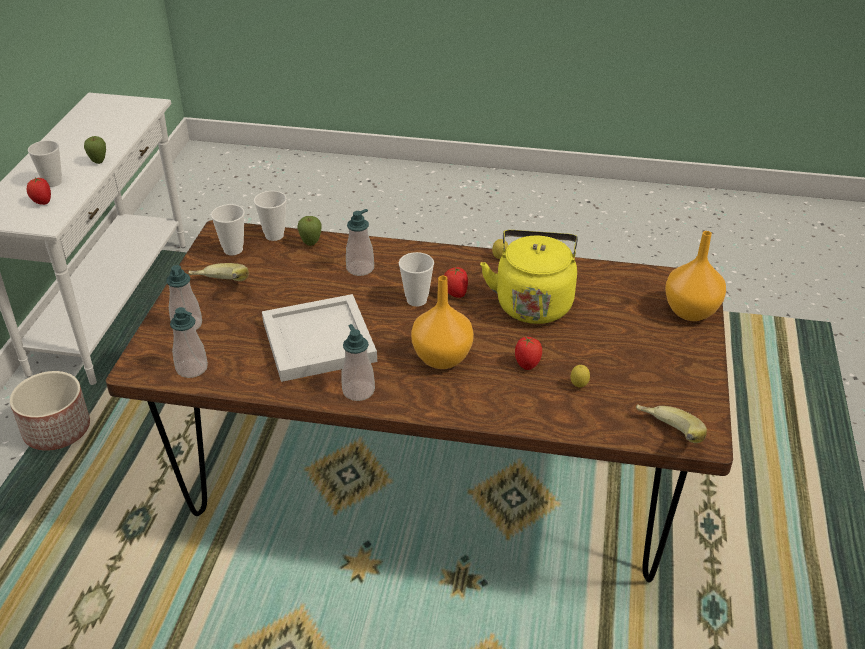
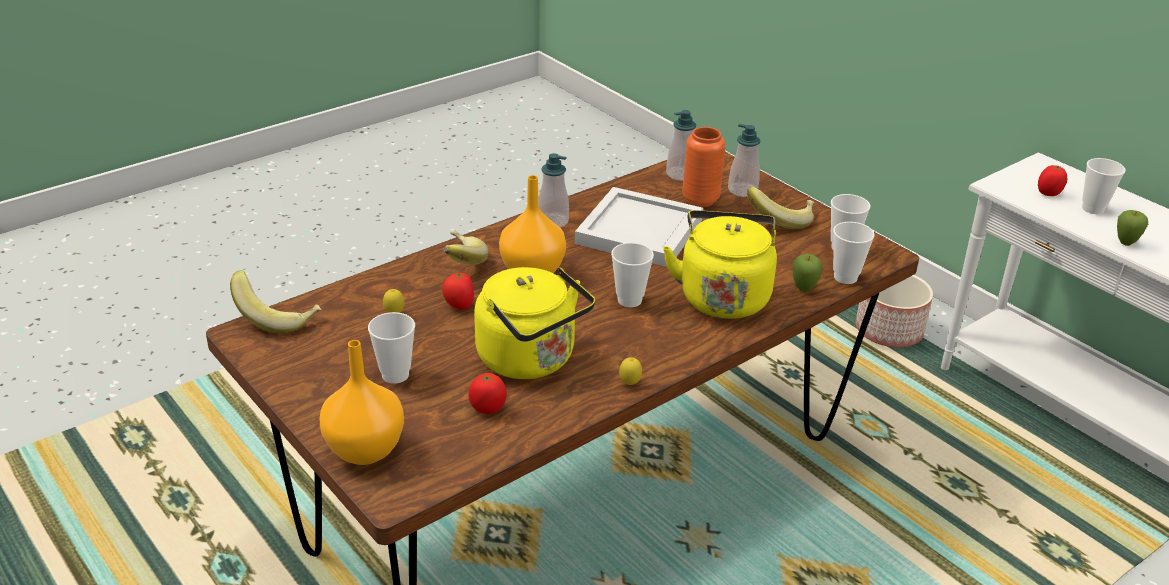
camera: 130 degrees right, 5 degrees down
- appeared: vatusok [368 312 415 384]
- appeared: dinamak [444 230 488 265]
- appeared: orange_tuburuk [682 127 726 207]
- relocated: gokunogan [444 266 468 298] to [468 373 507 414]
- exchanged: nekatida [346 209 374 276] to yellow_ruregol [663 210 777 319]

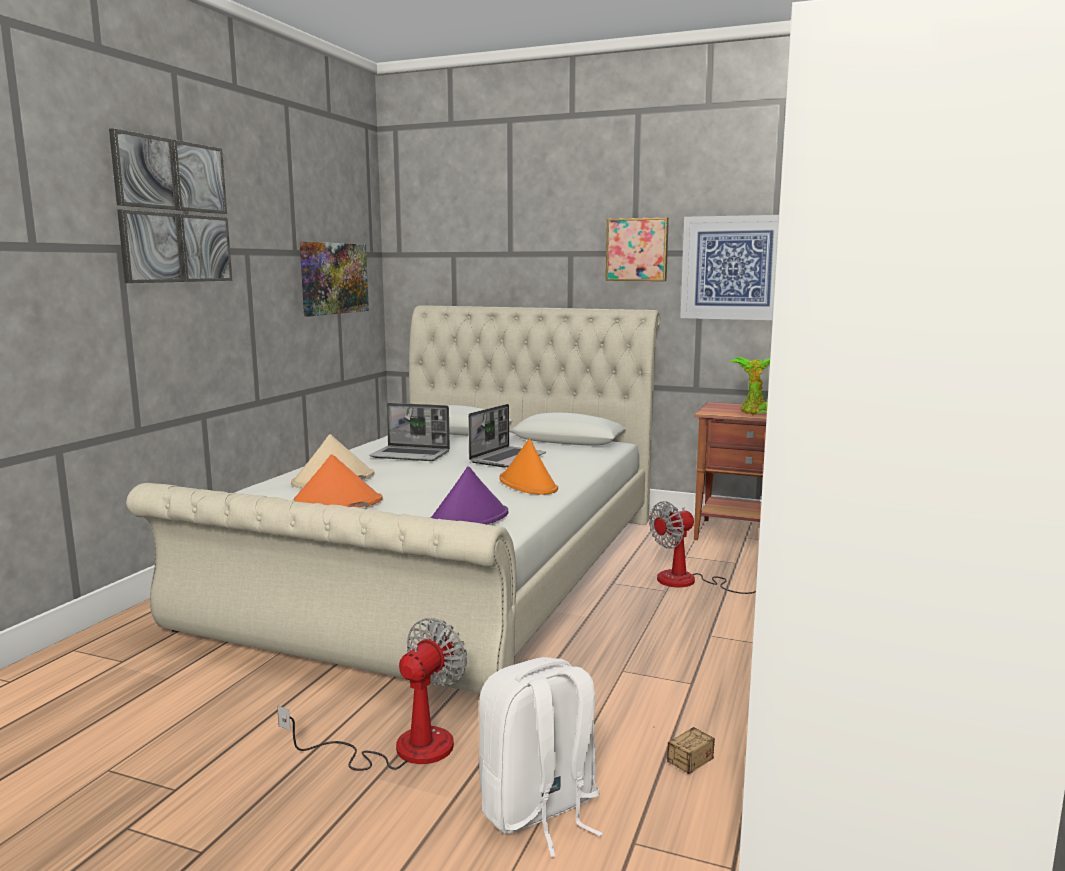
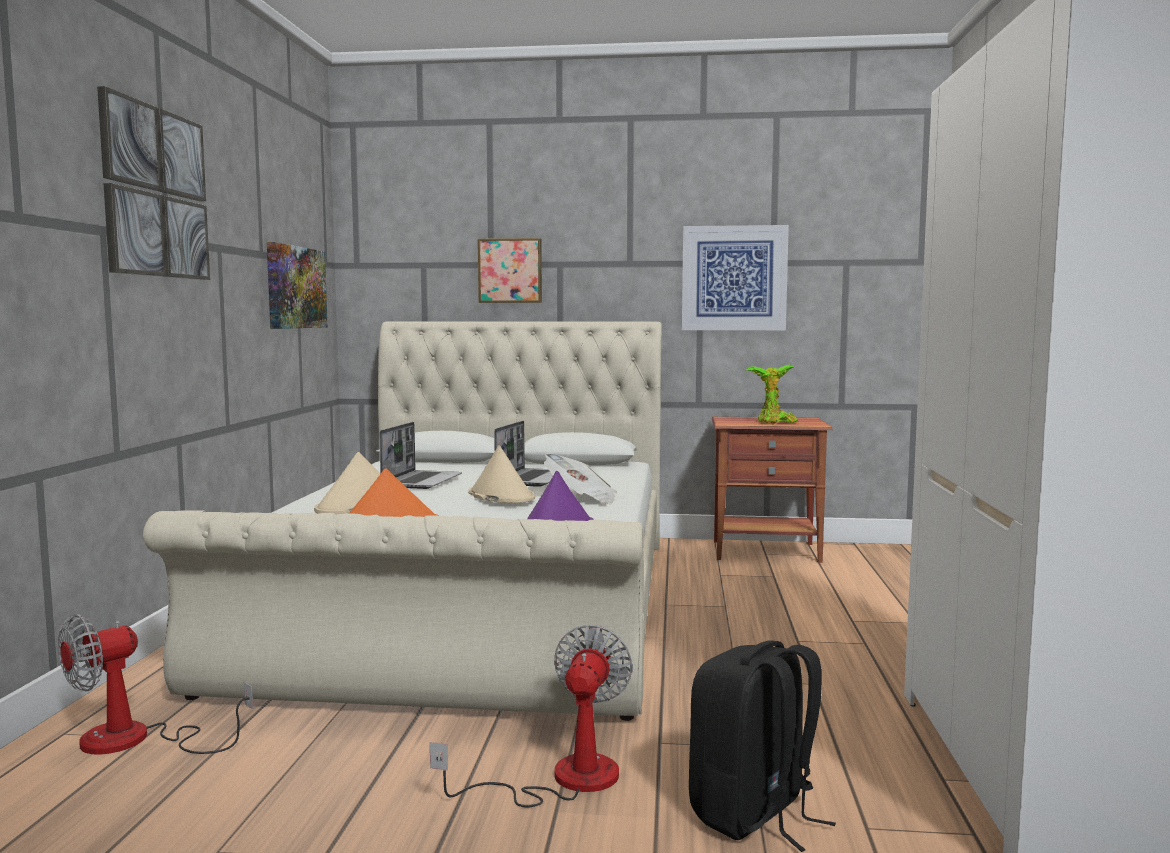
camera: 15 degrees left, 5 degrees down
- missing: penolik [654 727 715 774]
- appeared: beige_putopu [468 445 535 503]
- relocated: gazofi [606 217 669 281] to [478 238 542 303]
- relocated: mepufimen [649 501 756 594] to [58 614 253 755]
- exchanged: orange_putopu [499 438 558 495] to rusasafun [544 453 617 505]
- colour: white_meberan [479 657 603 857] to black_meberan [689 641 836 852]
- spun: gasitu [369 403 450 461] = [379 422 462 489] 75 degrees counterclockwise

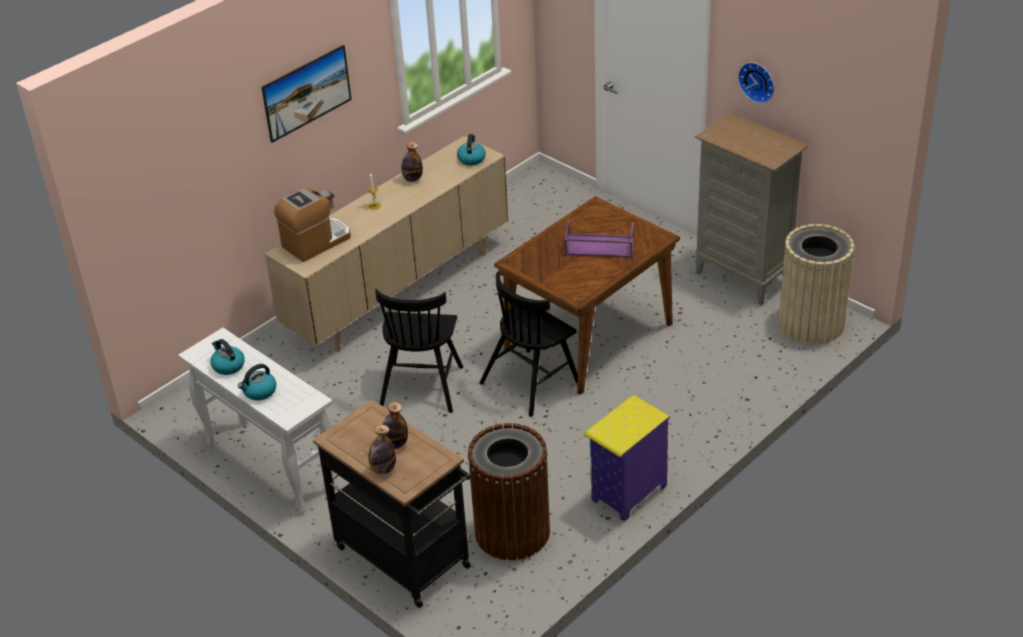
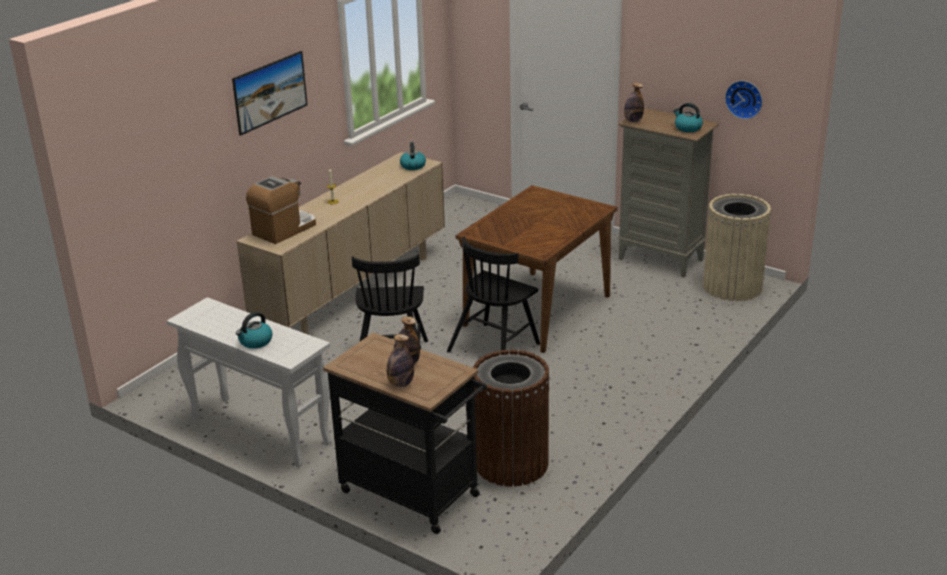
camera: 10 degrees left, 10 degrees down
- missing: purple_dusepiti [564 220 634 257]
- missing: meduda [583 395 670 521]
- relocated: ruregol [210 339 245 375] to [673 103 703 132]
- relocated: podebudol [401 142 423 182] to [624 83 644 122]
- relocated: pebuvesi [738 62 774 103] to [725 81 763 119]

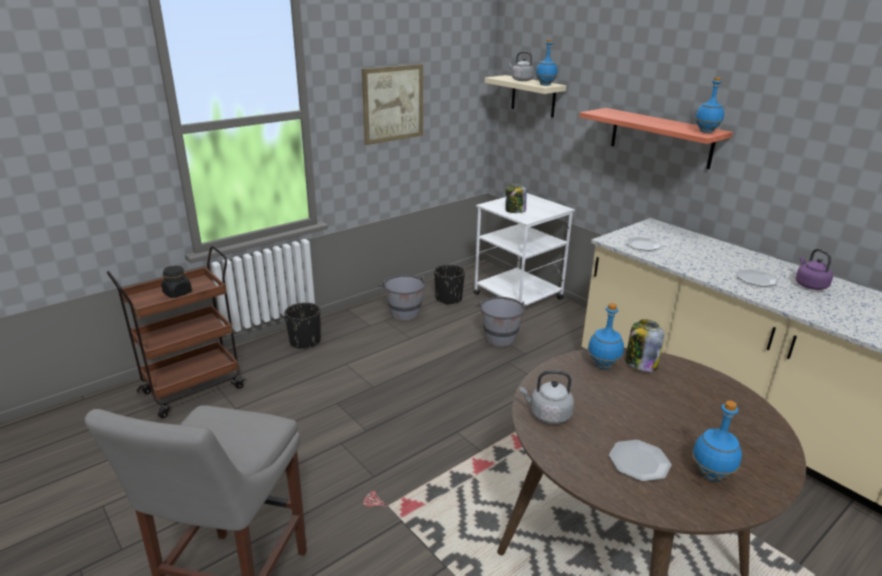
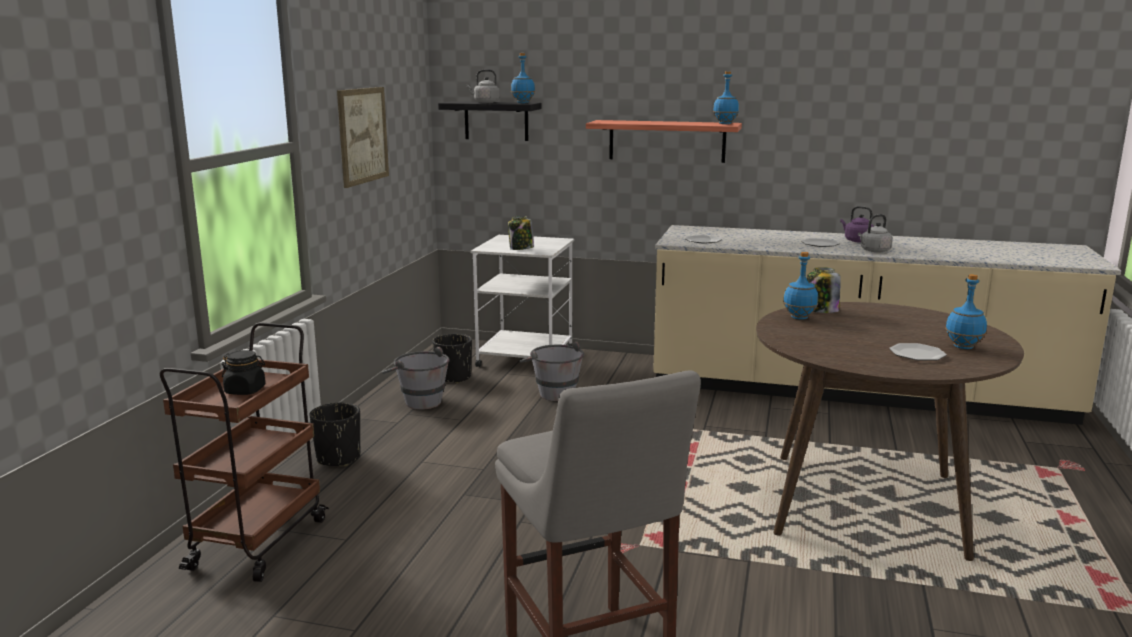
camera: 35 degrees left, 10 degrees down
- relocated: grey_ruregol [520 370 574 424] to [858 214 893 253]
- colour: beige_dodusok [485 75 566 118] to black_dodusok [438 101 541 141]

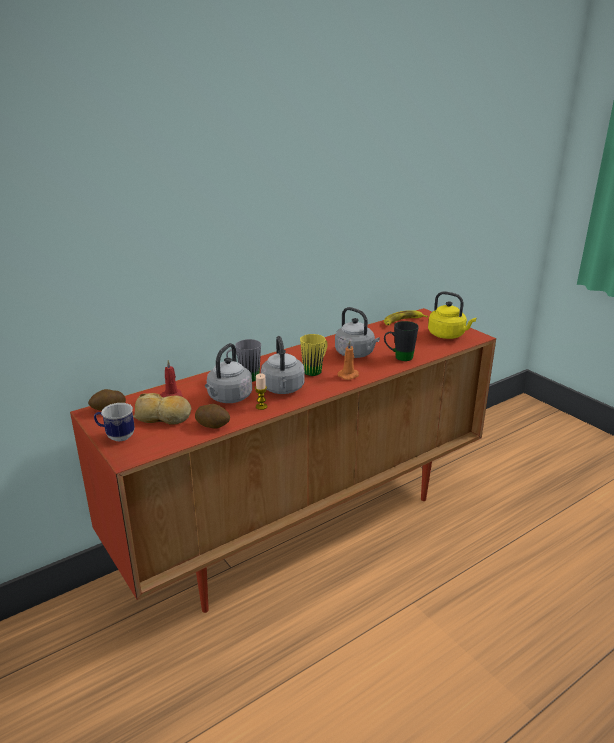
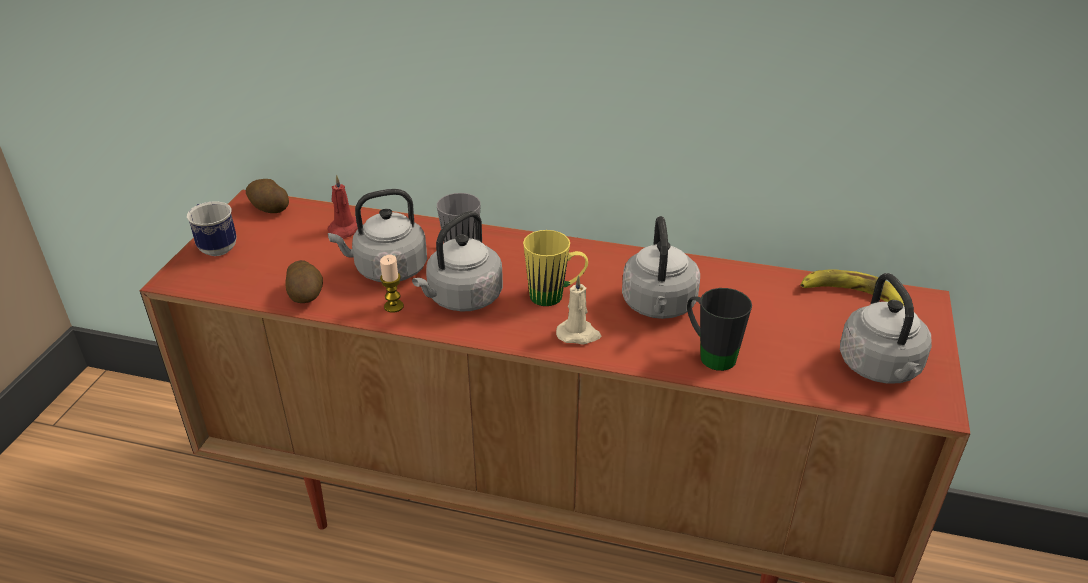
camera: 50 degrees right, 10 degrees up
- missing: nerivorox [133 393 191 425]
- colour: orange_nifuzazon [337 341 359 380] to beige_nifuzazon [556 275 601 344]
- colour: yellow_ruregol [428 291 477 339] to grey_ruregol [840 273 932 384]

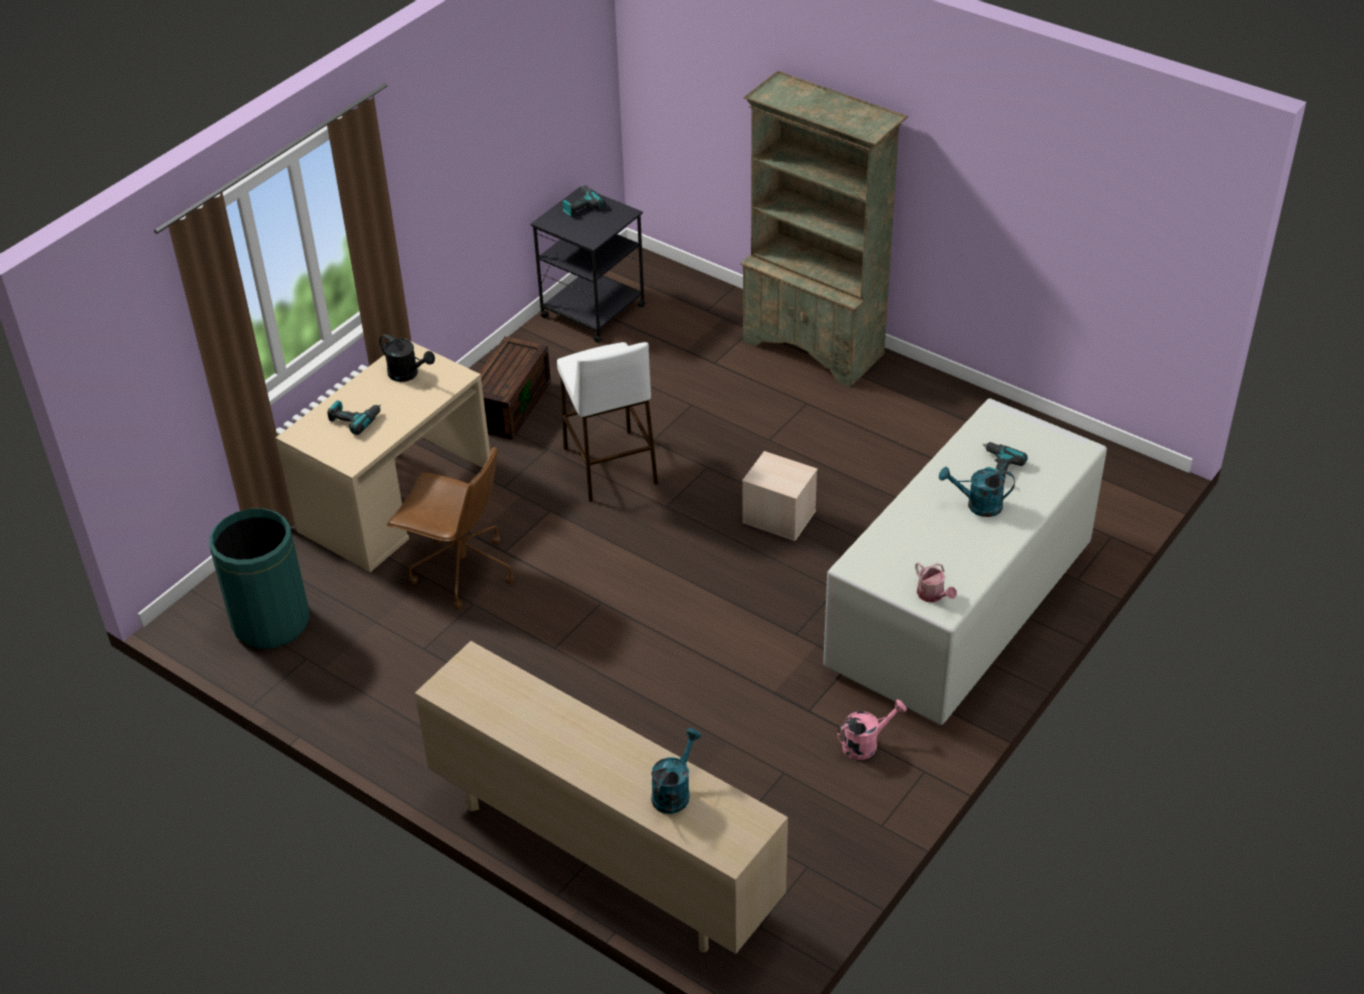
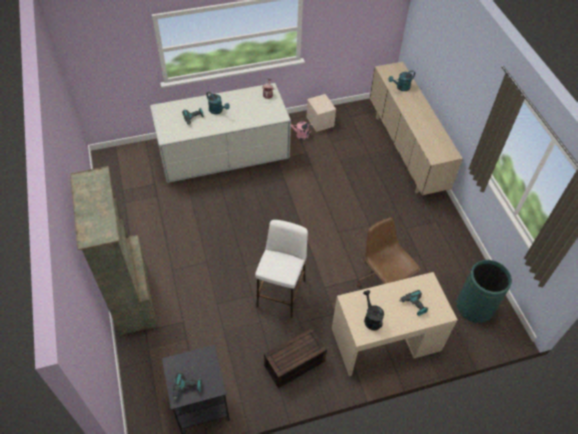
camera: 145 degrees left, 10 degrees up
- relocated: beige_penolik [742 451 818 541] to [306 94 336 132]

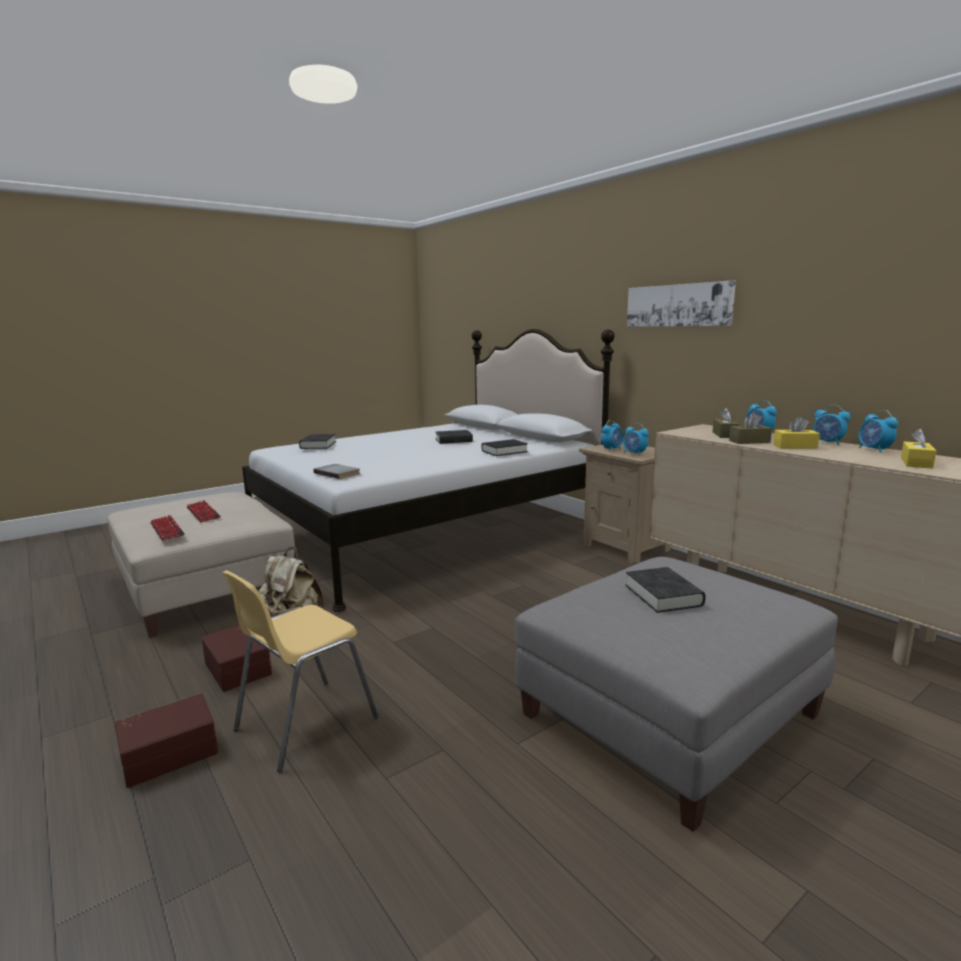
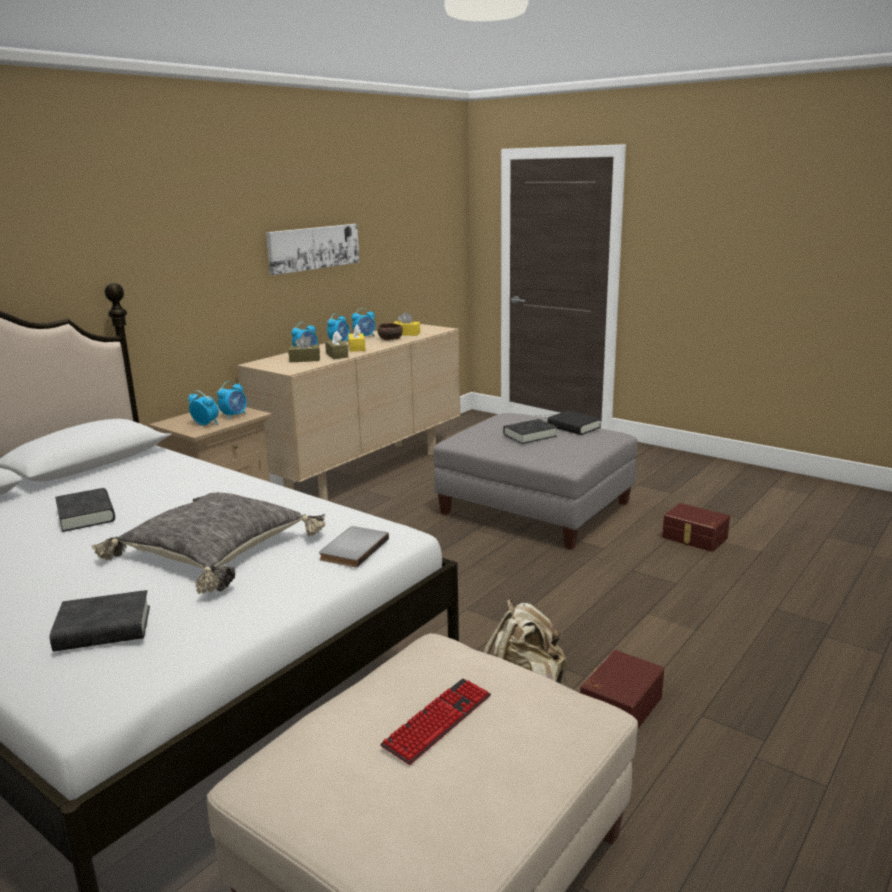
camera: 105 degrees left, 5 degrees up
- missing: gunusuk [150 515 185 541]
- missing: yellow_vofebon [222 570 378 772]
- appeared: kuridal [92 492 326 594]
- appeared: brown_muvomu [377 323 403 340]
- relocated: brown_penolik [115 693 218 788] to [662 503 730 552]
- relocated: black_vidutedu [482 439 528 456] to [547 411 600 435]
- relocated: gazofi [627 281 736 327] to [266 224 359 275]

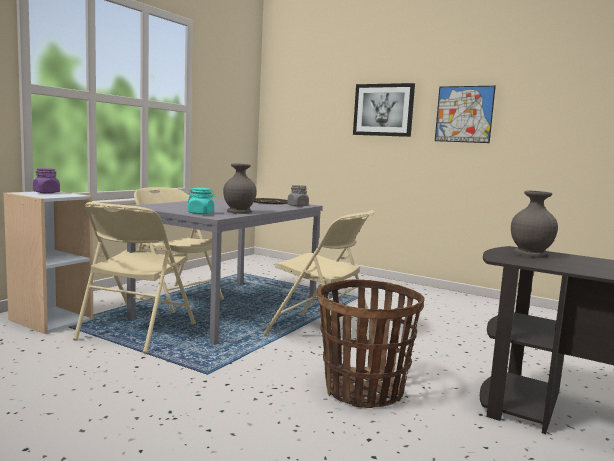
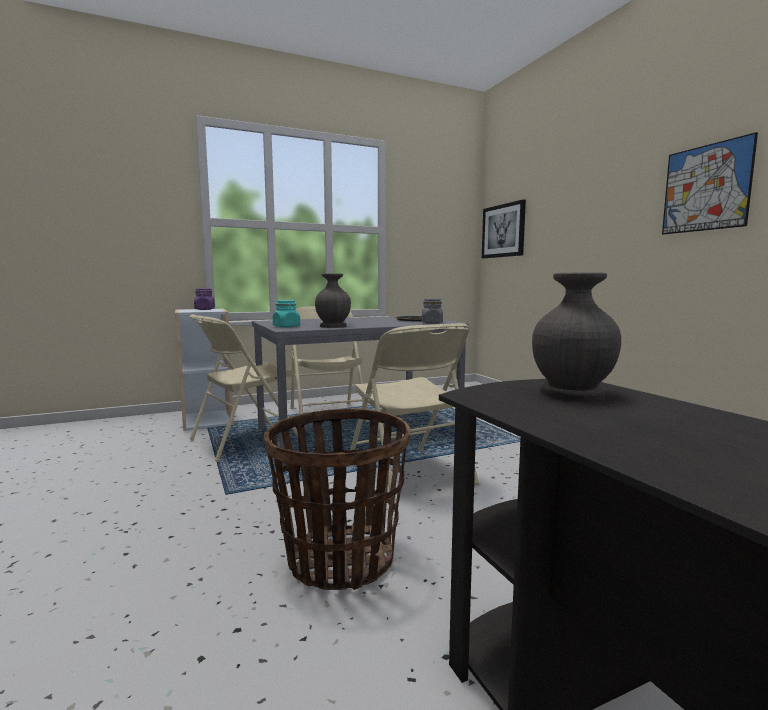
camera: 35 degrees right, 0 degrees up
- relocated: gazofi [353 83 415 137] to [482 199 526 258]

